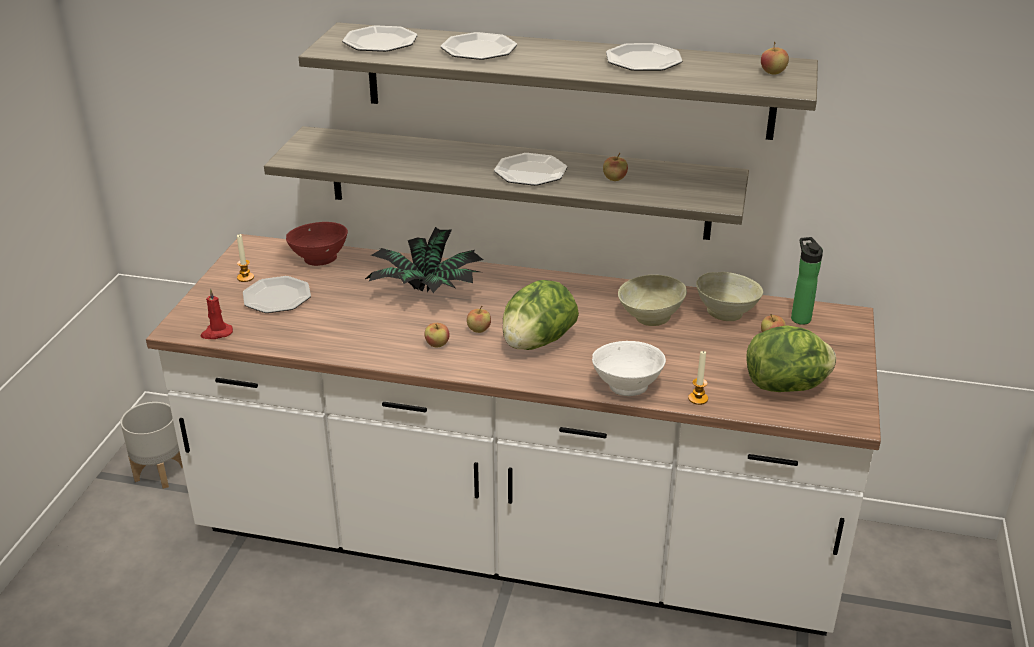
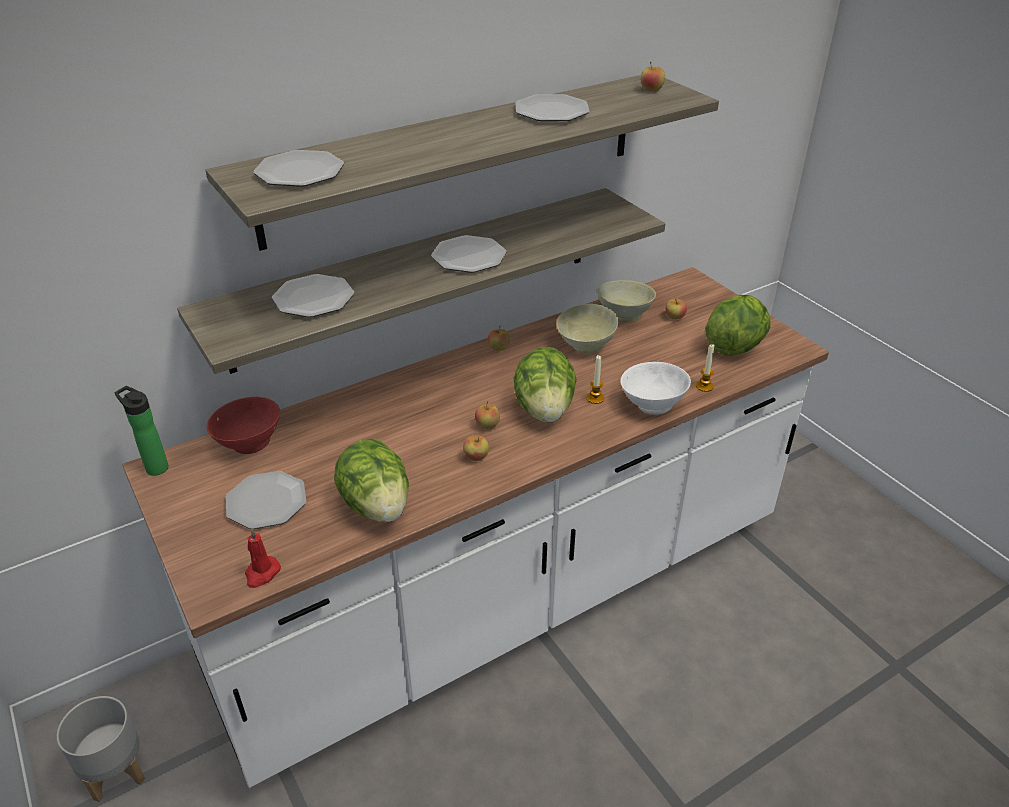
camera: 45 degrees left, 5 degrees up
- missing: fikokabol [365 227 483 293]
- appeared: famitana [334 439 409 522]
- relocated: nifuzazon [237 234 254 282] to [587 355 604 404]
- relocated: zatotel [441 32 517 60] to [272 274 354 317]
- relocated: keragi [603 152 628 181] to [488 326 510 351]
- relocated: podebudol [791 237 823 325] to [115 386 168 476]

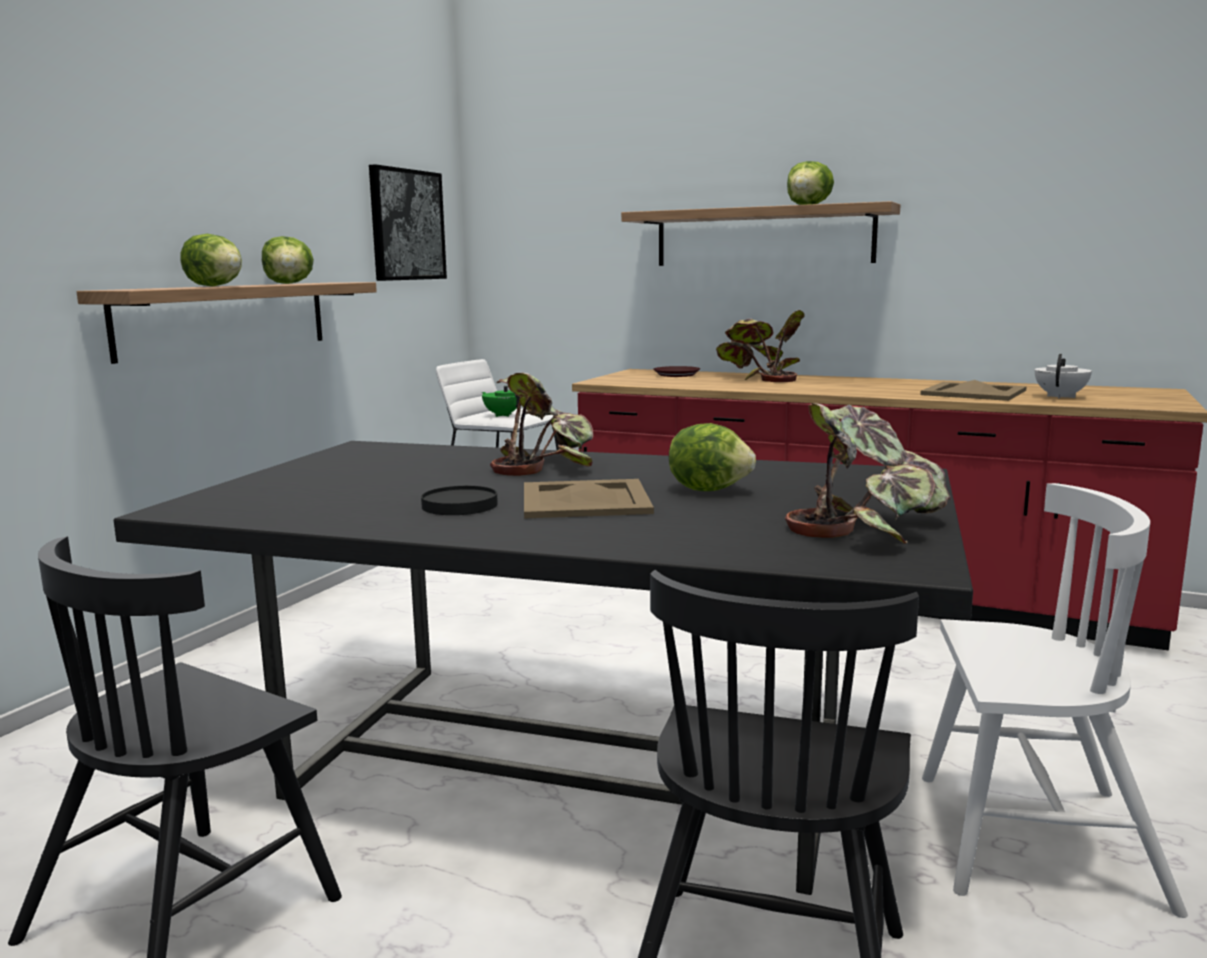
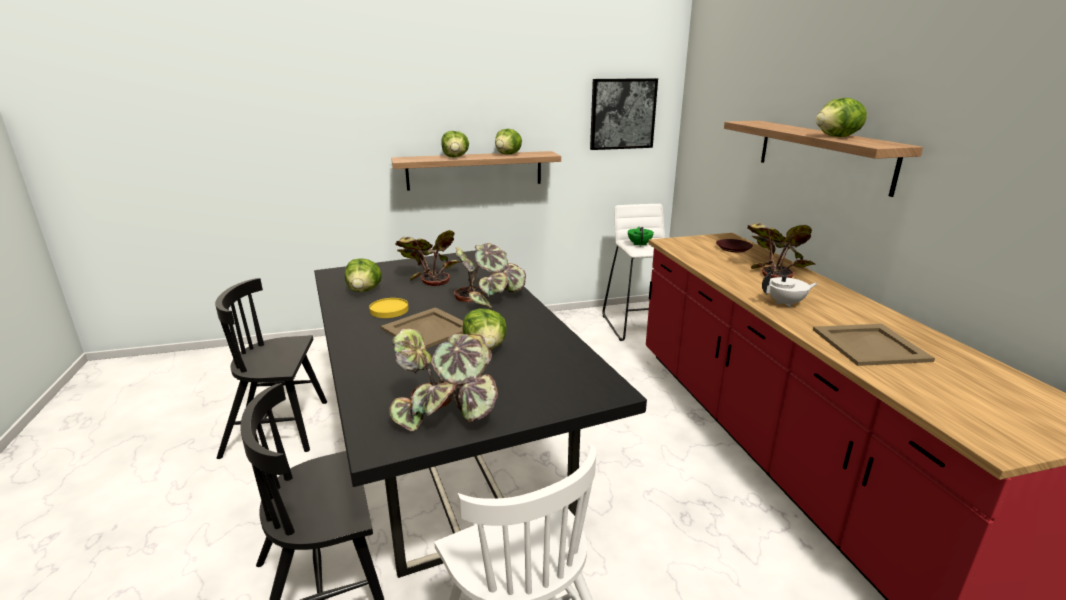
camera: 50 degrees right, 10 degrees up
- appeared: famitana [345 258 382 292]
- appeared: fikokabol [395 230 460 286]
- relocated: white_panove [1035 354 1092 399] to [762 271 818 308]
- colour: black_zatotel [421 486 498 515] to yellow_zatotel [369 298 409 318]

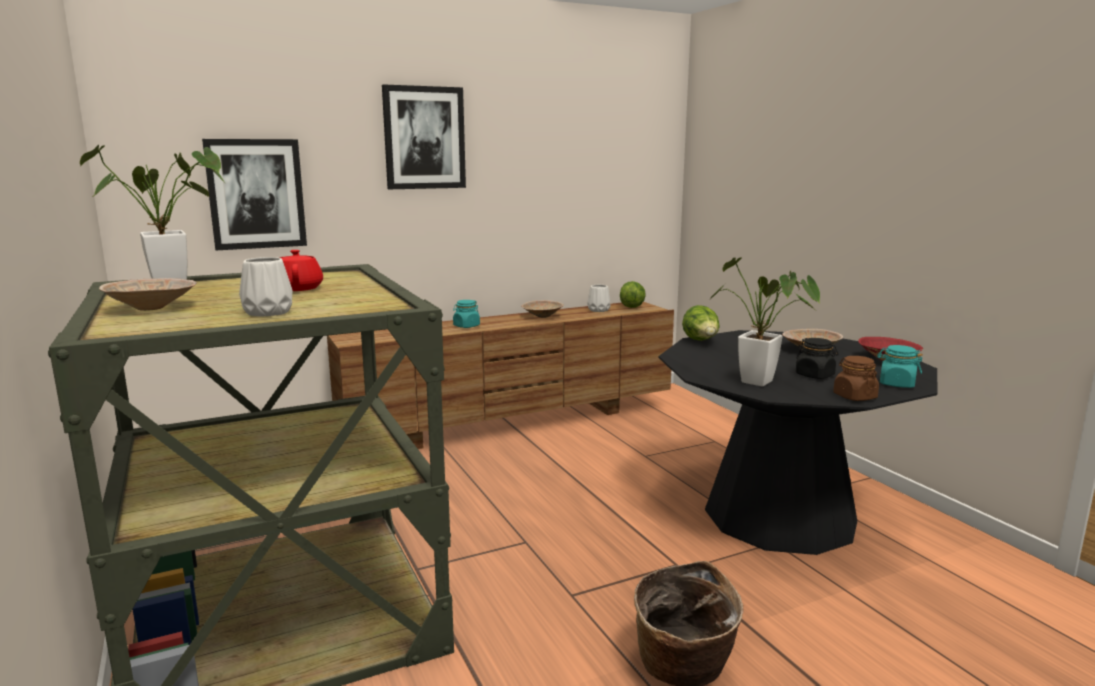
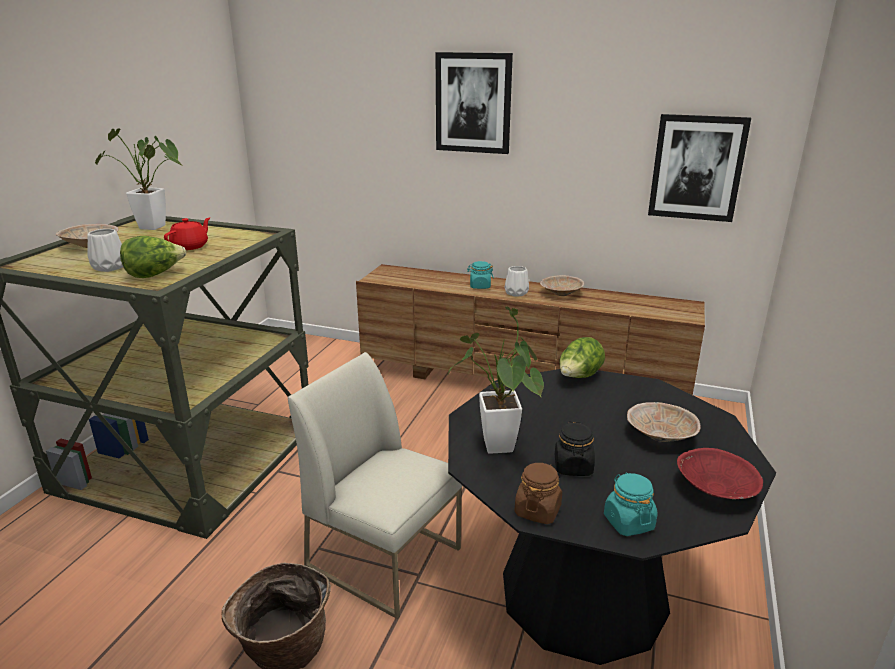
camera: 45 degrees right, 10 degrees up
- appeared: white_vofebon [288 352 463 619]
- relocated: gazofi [202 139 307 250] to [648 114 751 222]
- relocated: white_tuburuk [588 285 610 312] to [505 266 529 297]
- relocated: famitana [620 281 646 308] to [120 236 186 278]

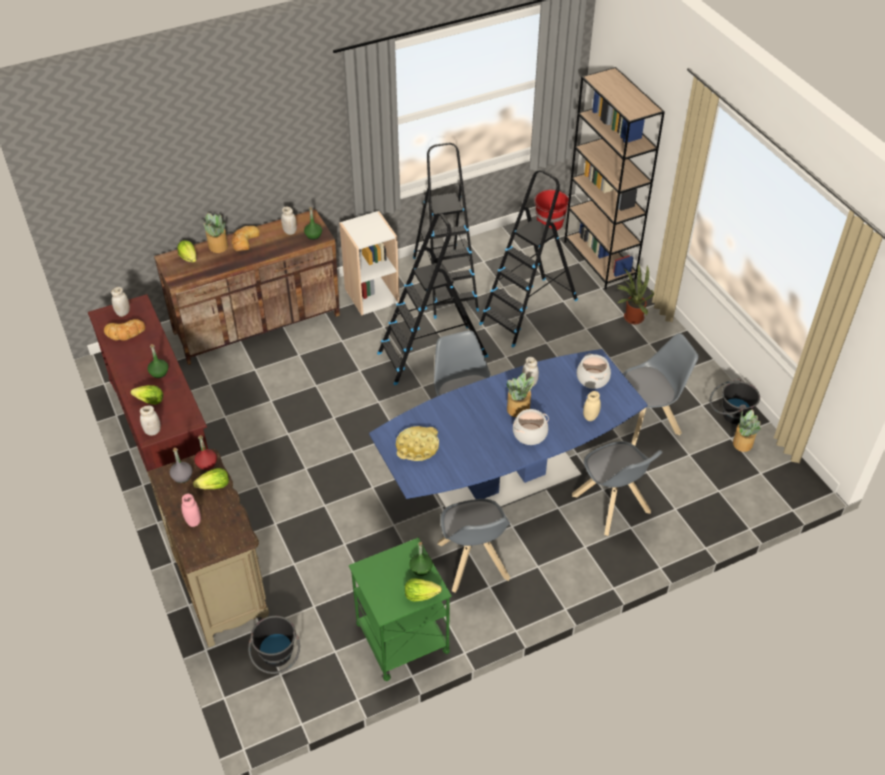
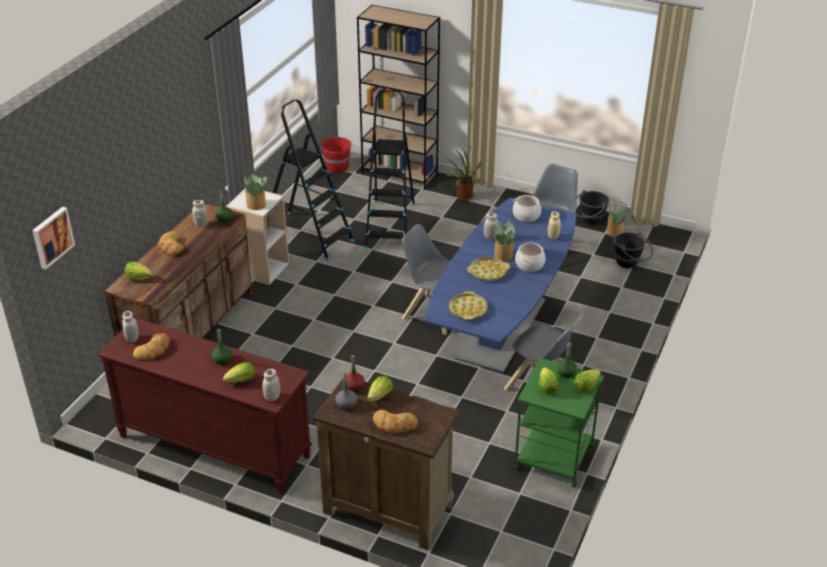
camera: 40 degrees left, 10 degrees down
- missing: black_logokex [377 213 488 385]
- missing: grey_vofebon [572 441 663 536]
- appeared: gazofi [32 207 75 269]
- appeared: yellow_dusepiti [467 257 510 281]
- appeared: famitana [539 367 558 394]
- relocated: fikokabol [202 213 228 253] to [242 174 267 210]
- relocated: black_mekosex [248 616 300 674] to [614 232 653 268]
- exchanged: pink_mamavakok [181 494 201 527] to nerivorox [373 410 418 434]

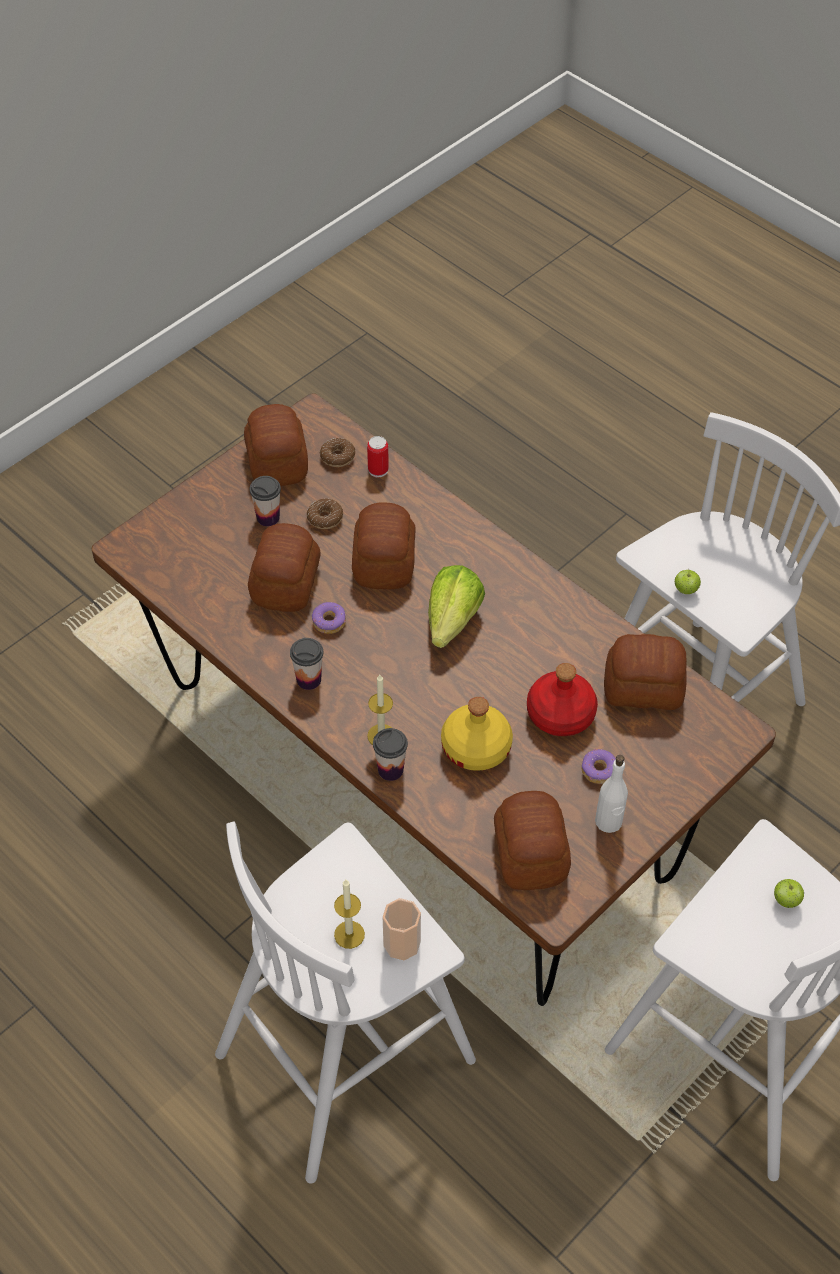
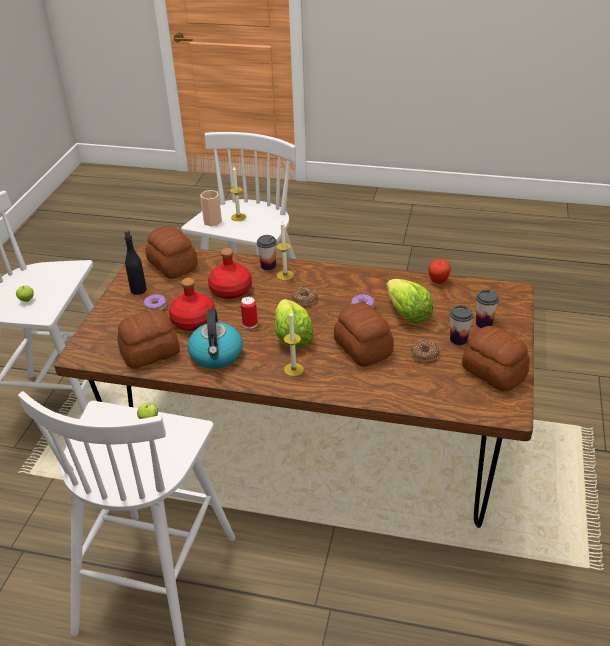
camera: 150 degrees right, 15 degrees down
- appeared: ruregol [187 308 243 369]
- appeared: nifuzazon [284 311 304 376]
- appeared: keragi [428 259 451 284]
- relocated: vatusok [290 638 323 690] to [476 290 499 328]
- relocated: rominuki [320 438 355 467] to [292 287 318 306]
- relocated: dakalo [367 436 389 477] to [241 297 258 329]
- exchanged: nerivorox [248 523 320 612] to famitana [387 279 433 324]
- colour: yellow_podebudol [441 697 513 771] to red_podebudol [208 248 252 299]
- colour: white_podebudol [595 755 628 833] to black_podebudol [124 230 147 295]

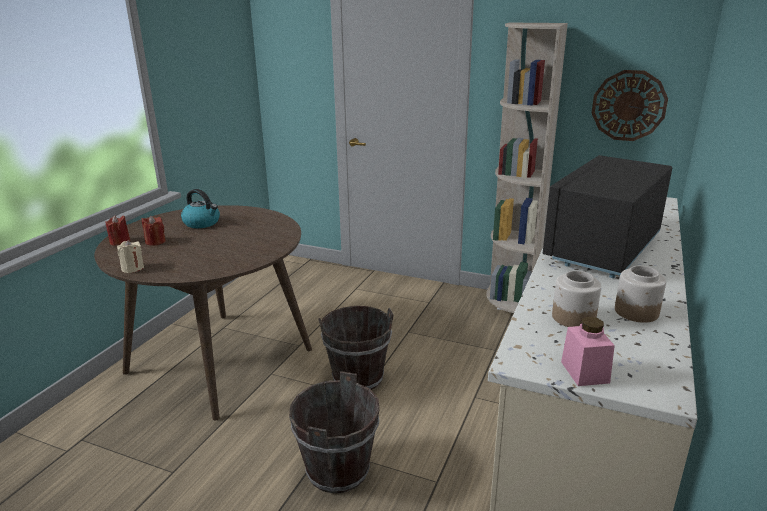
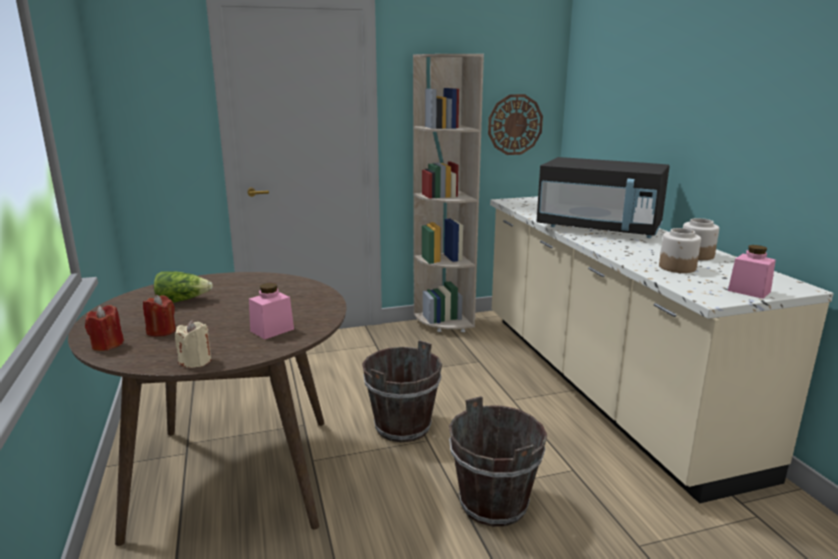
camera: 40 degrees left, 5 degrees down
- appeared: pink_mamavakok [249 283 294 339]
- exchanged: ruregol [181 189 220 228] to famitana [154 271 213 303]
- spun: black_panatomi [543 155 672 278] = [537 157 670 238] 60 degrees counterclockwise

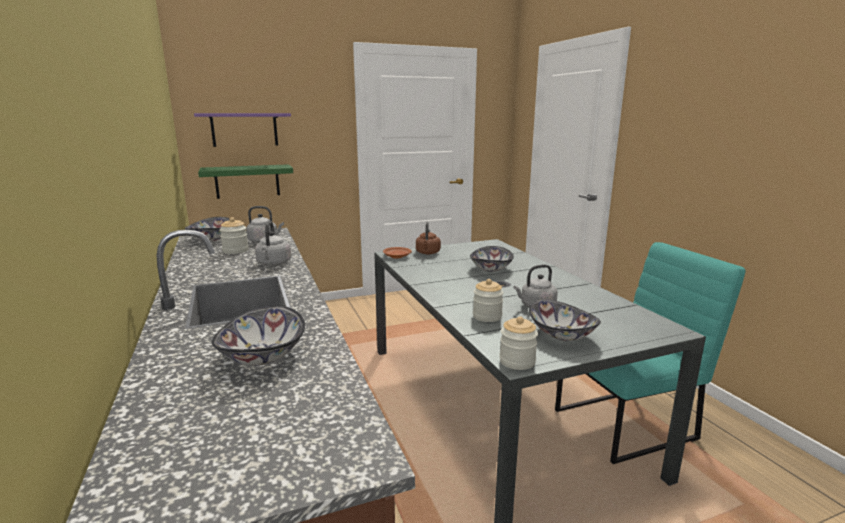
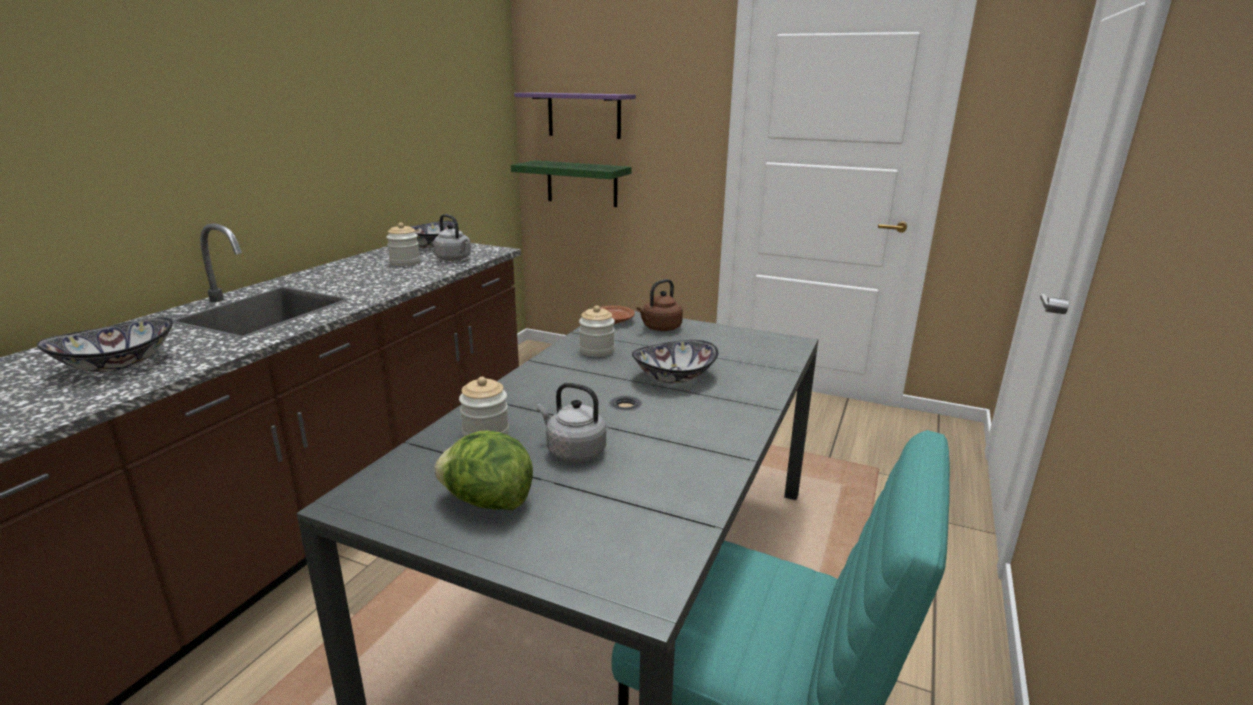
camera: 45 degrees right, 5 degrees up
- missing: grey_ruregol [255 221 291 266]
- relocated: mamavakok [499 316 538 370] to [579 305 615 357]
- exchanged: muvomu [529 300 601 341] to famitana [434 430 533 510]

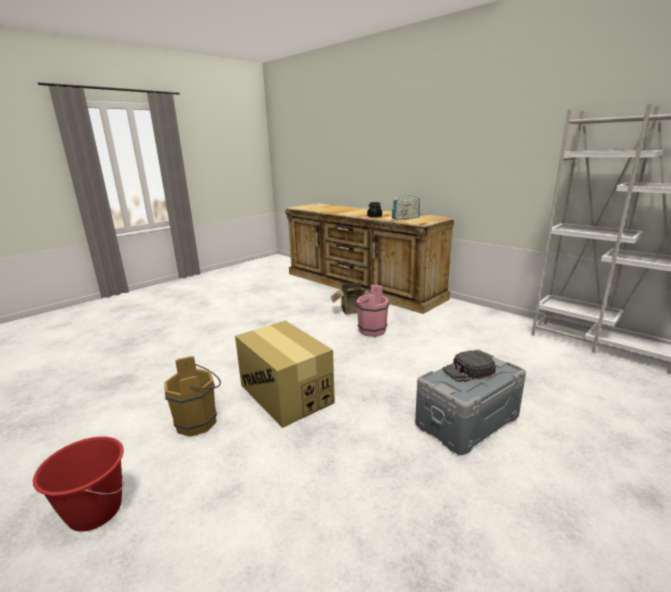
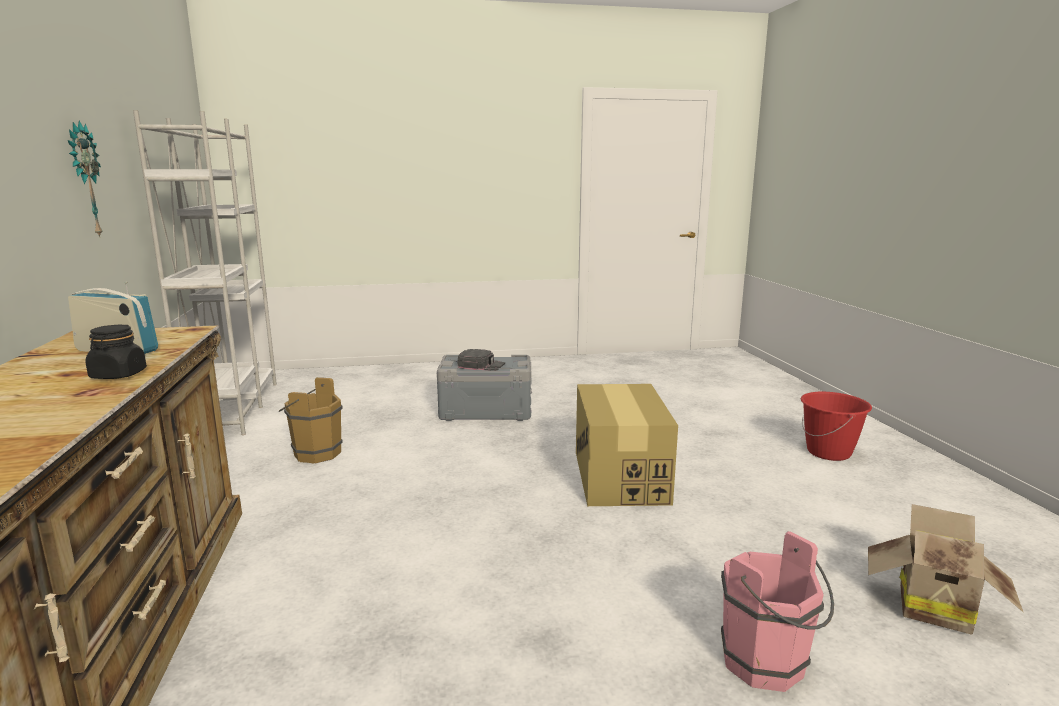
camera: 145 degrees left, 5 degrees down
- appeared: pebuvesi [68 120 102 238]
- relocated: brown_mekosex [164 356 221 437] to [279 377 343 464]
- relocated: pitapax [330 282 371 314] to [868 504 1024 635]
- relocated: pink_mekosex [353 285 389 337] to [721 531 834 692]

